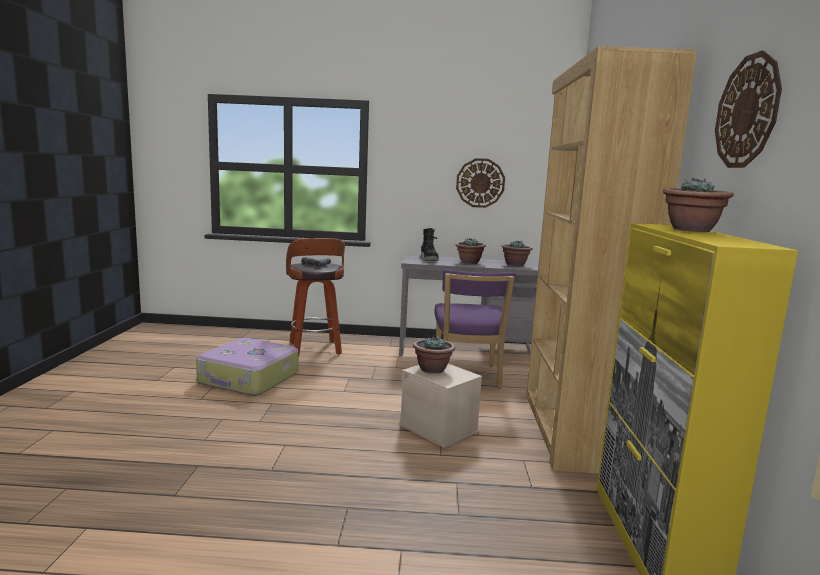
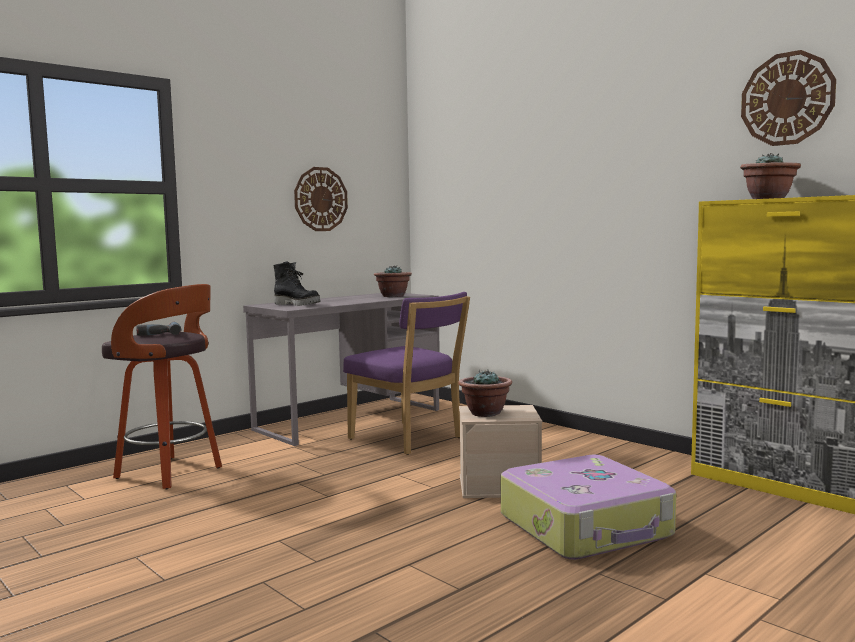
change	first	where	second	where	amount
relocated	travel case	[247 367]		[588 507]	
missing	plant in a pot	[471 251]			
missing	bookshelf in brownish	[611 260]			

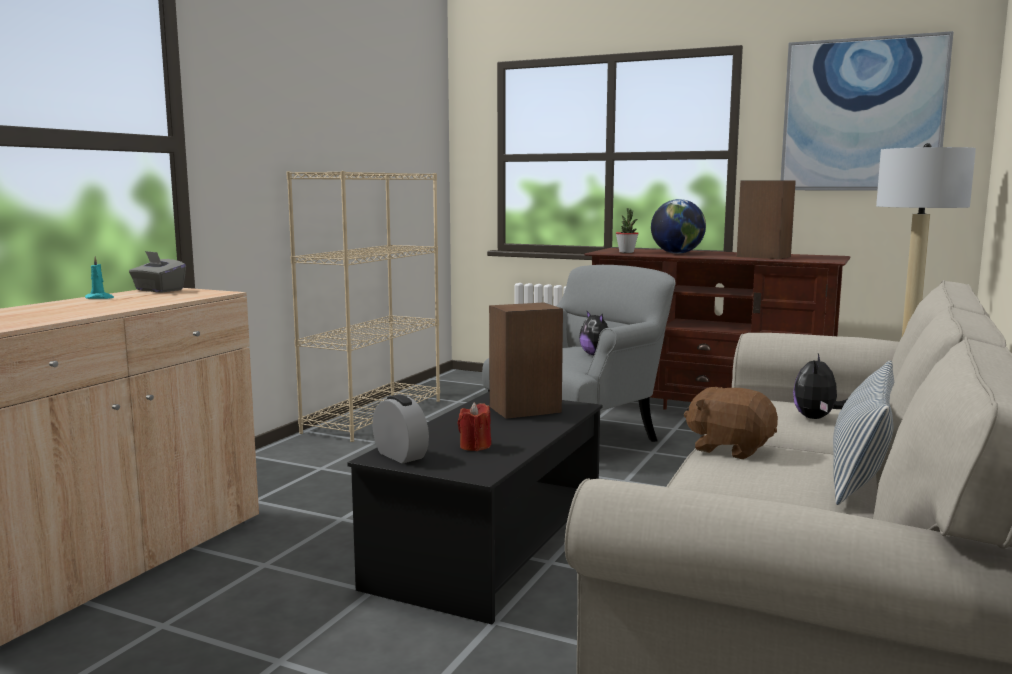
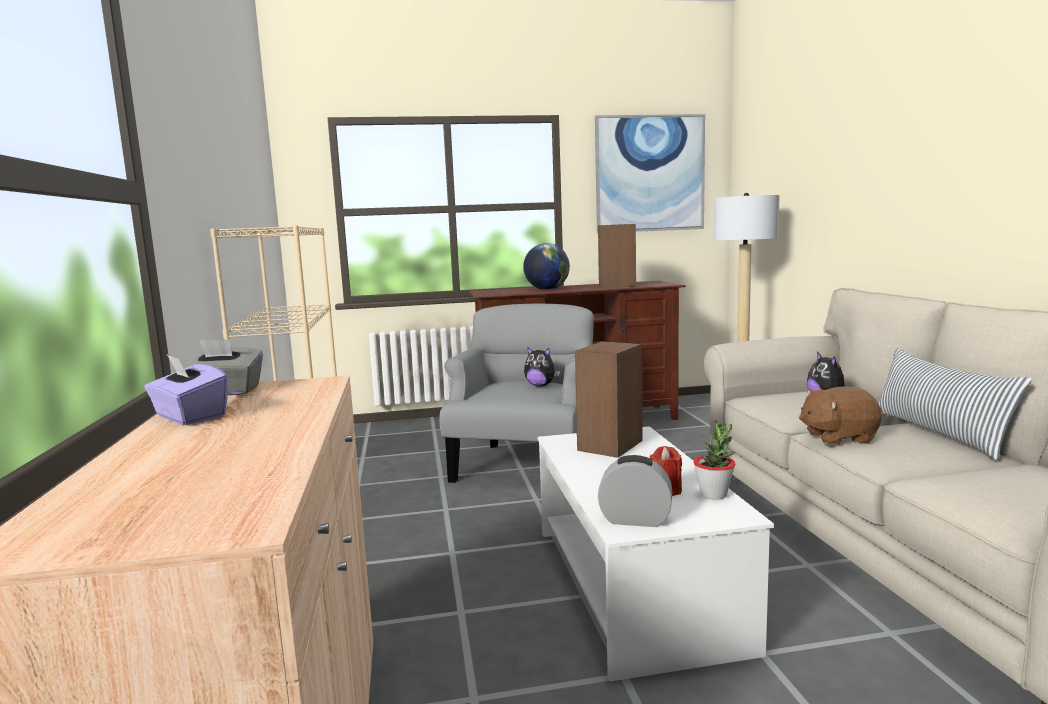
change	first	where	second	where	amount
exchanged	wax candle in turquoise	[99 277]	tissue box in purple-coloured	[186 390]	
colour	low table in blackish	[474 508]	low table in white	[656 554]	
relocated	plant in a pot	[627 230]		[714 459]	

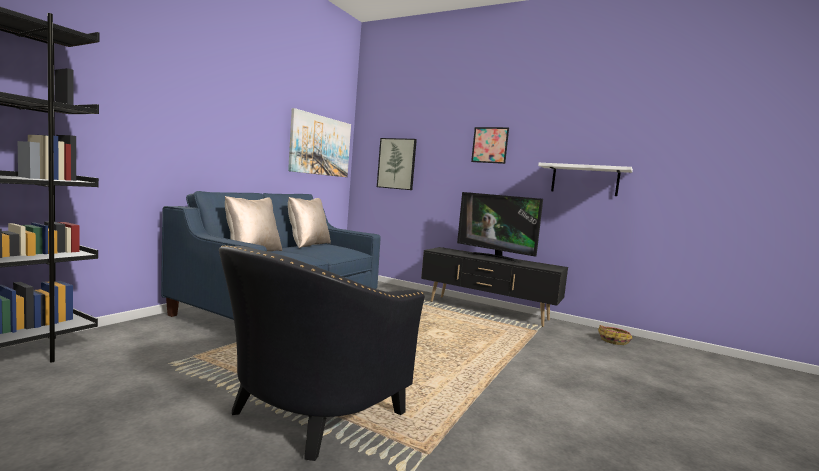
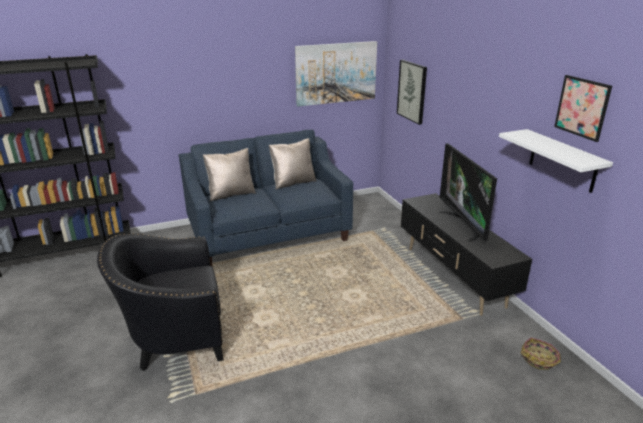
change	first	where	second	where	amount
relocated	wall picture	[490 145]		[583 108]	

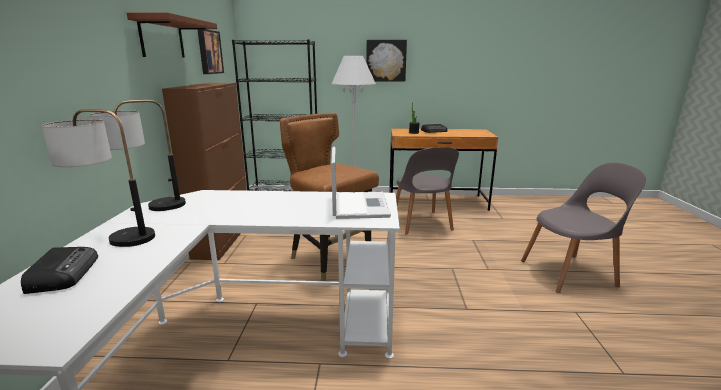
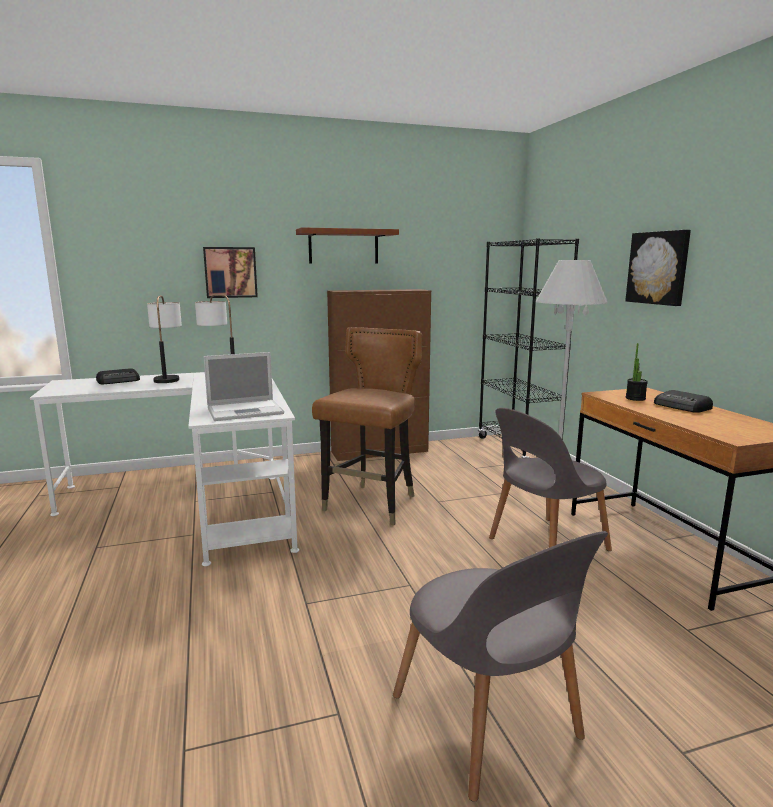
change	first	where	second	where	amount
relocated	wall picture	[210 51]		[230 272]	

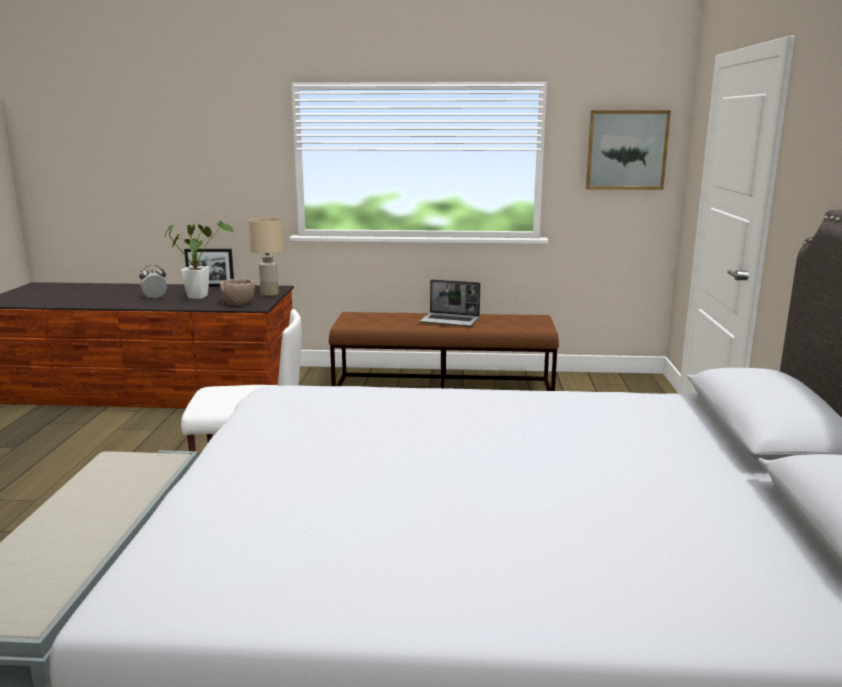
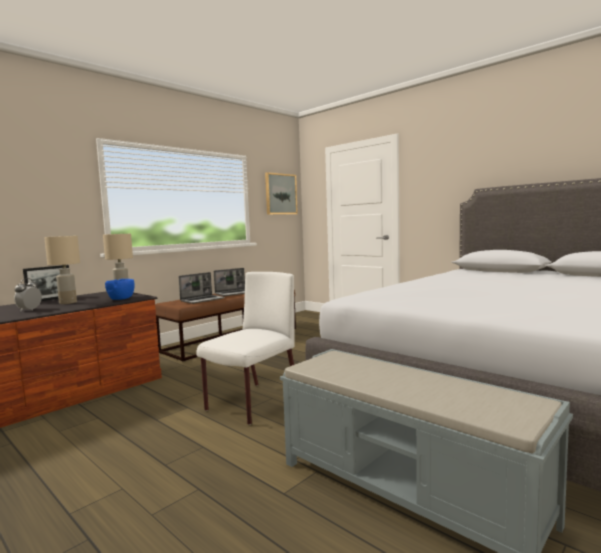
change	first	where	second	where	amount
exchanged	plant in a pot	[199 260]	table lamp in beige	[62 270]	
colour	deep dish in brownish	[237 291]	deep dish in blue-coloured	[120 289]	
appeared			notebook computer	[202 288]	

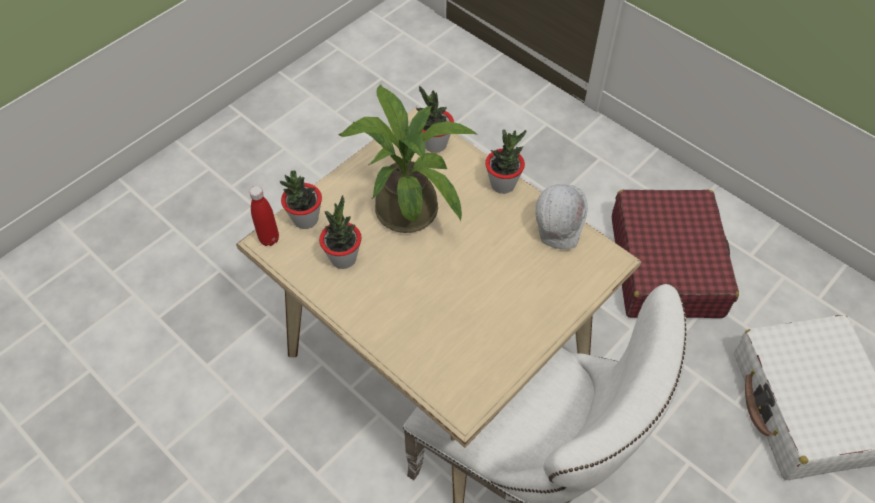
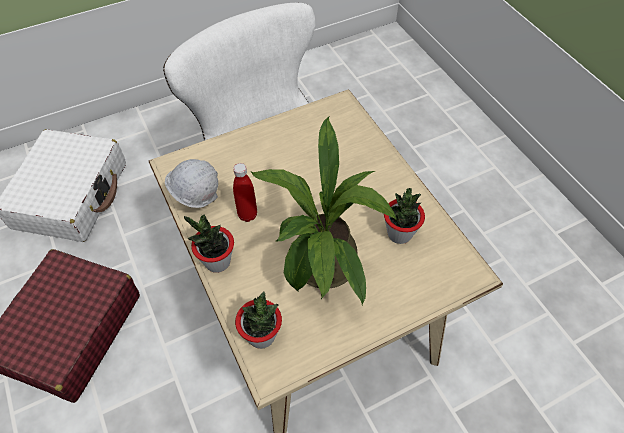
change	first	where	second	where	amount
relocated	bottle in red-coloured	[264 216]		[245 192]	
missing	plant in a pot	[301 199]			

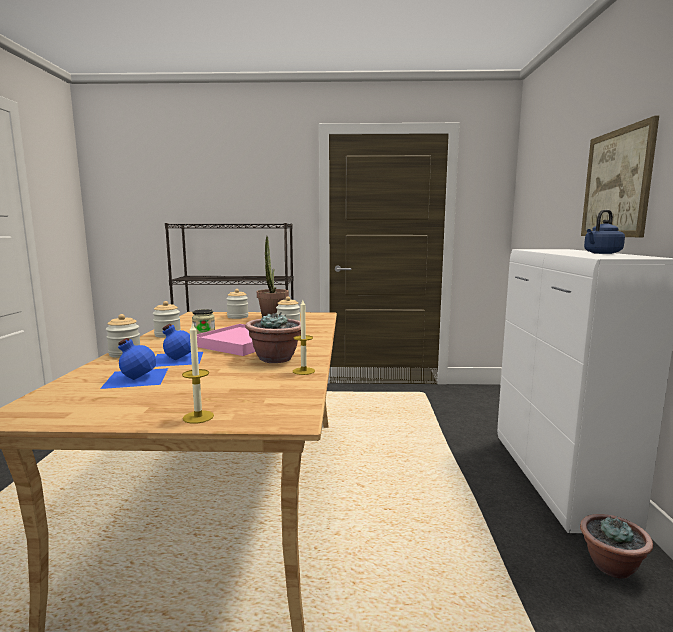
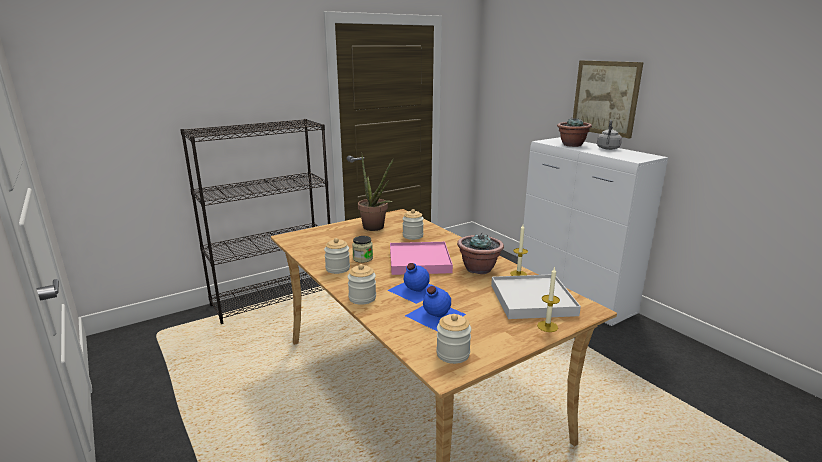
change	first	where	second	where	amount
relocated	preserve jar	[237 304]		[453 339]	
appeared			carrying tray in white	[536 297]	
relocated	plant in a pot	[616 546]		[574 132]	
colour	water kettle in blue-coloured	[604 232]	water kettle in grey	[609 135]	

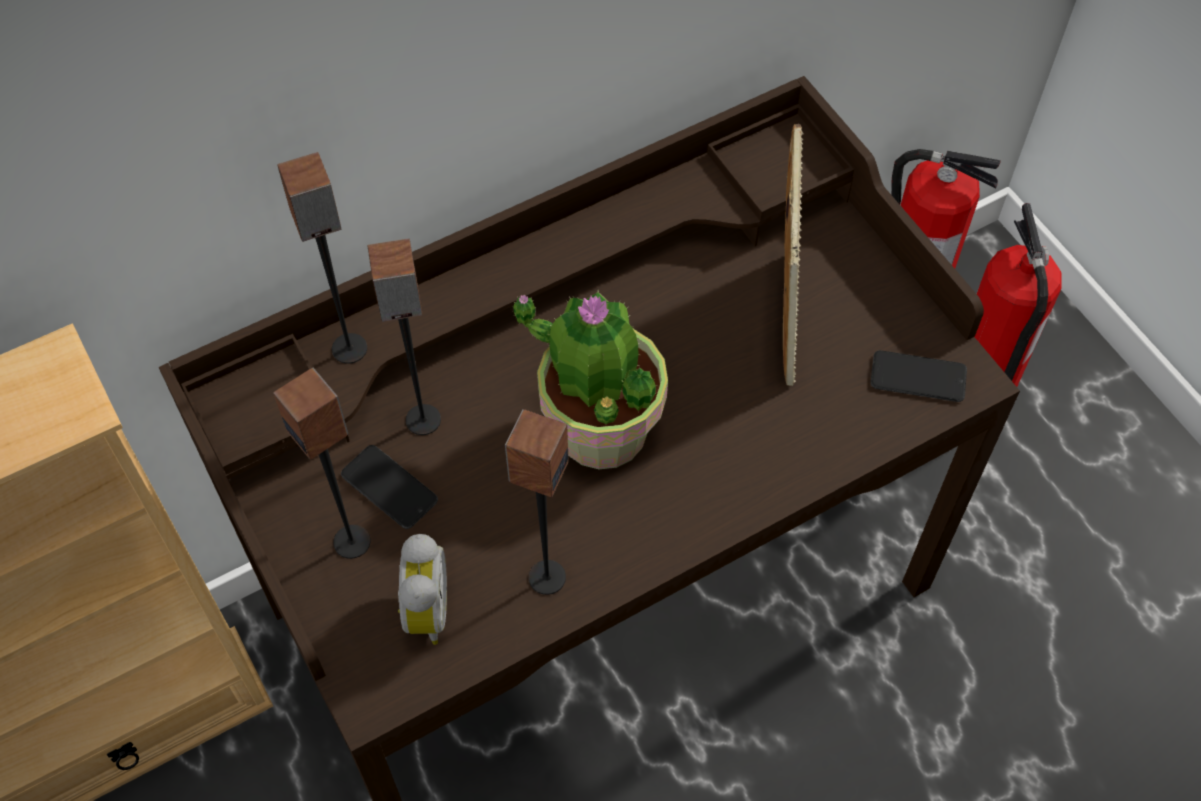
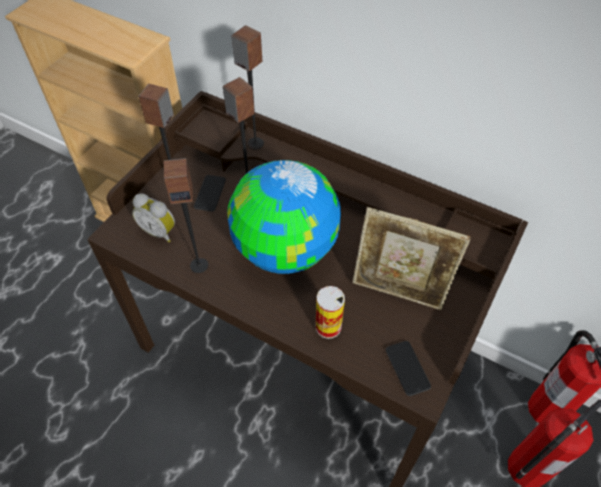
change	first	where	second	where	amount
spun	alarm clock	[422 589]		[153 217]	60 degrees clockwise
exchanged	plant in a pot	[590 379]	world globe	[284 217]	
appeared			can	[330 312]	
spun	picture frame	[793 255]		[412 258]	45 degrees clockwise

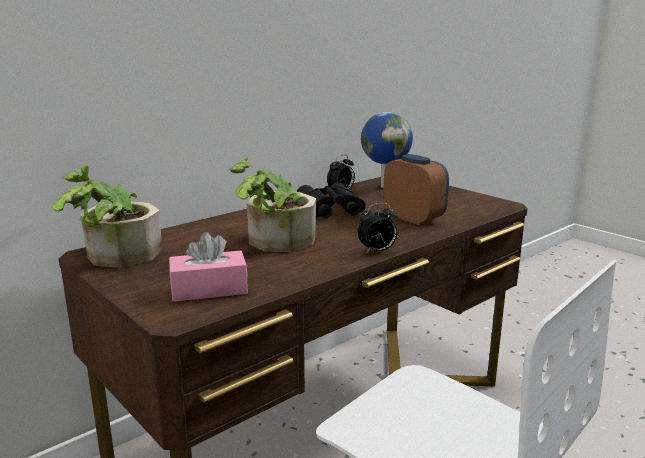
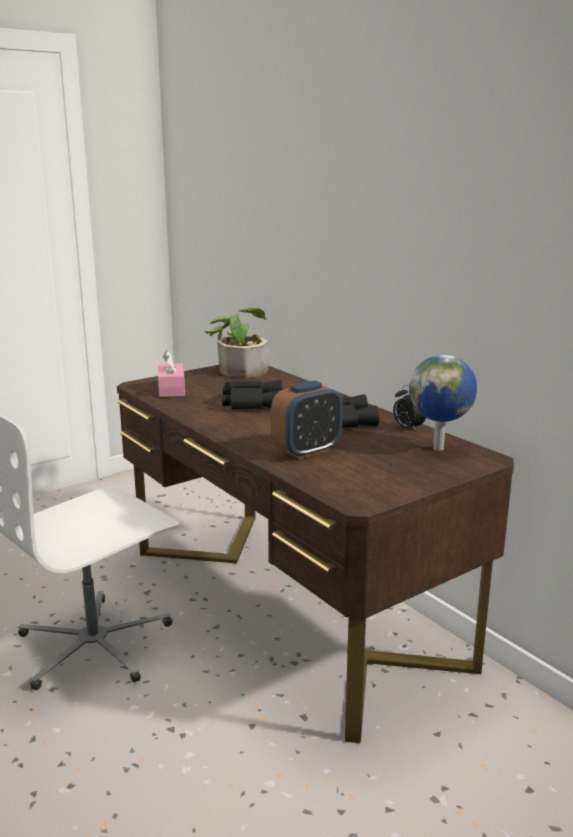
change	first	where	second	where	amount
exchanged	plant in a pot	[273 205]	field glasses in blackish	[252 395]	
missing	alarm clock	[377 228]			

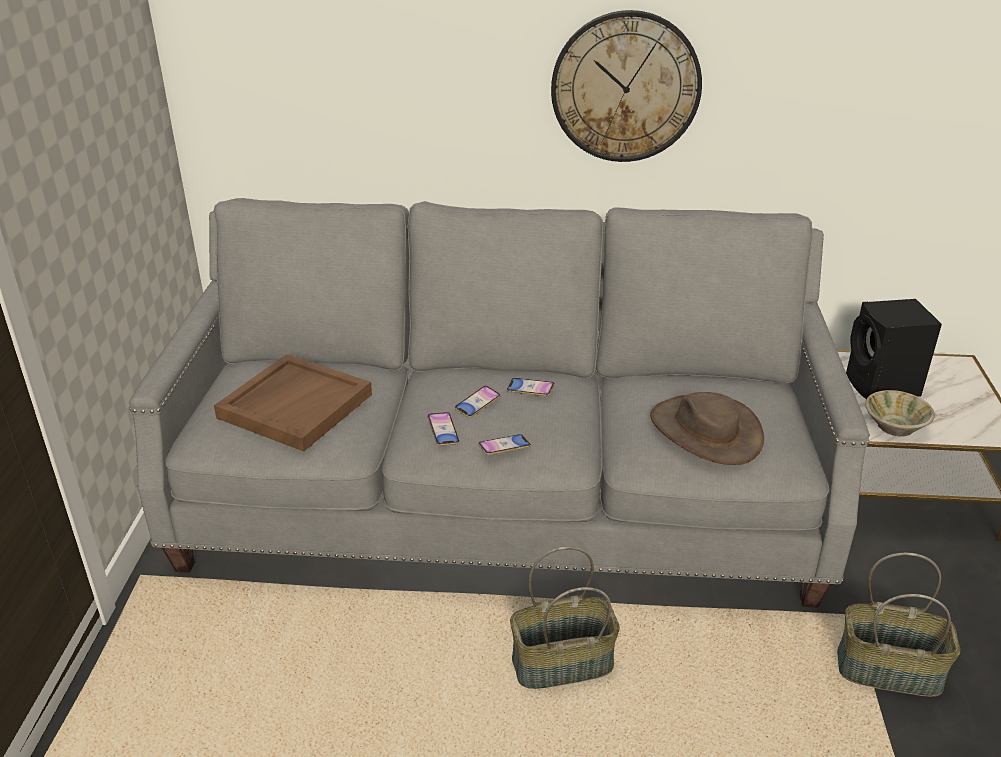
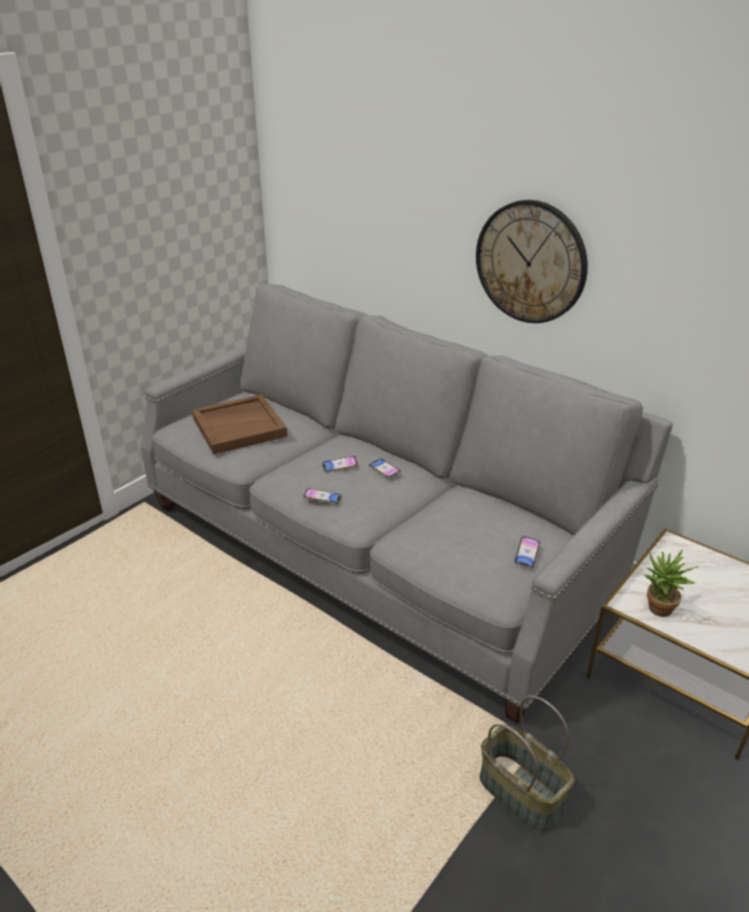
change	first	where	second	where	amount
relocated	phone	[443 429]		[527 552]	
exchanged	deep dish in beige	[900 413]	plant in a pot	[672 583]	
missing	household basket	[565 617]			
missing	hat in brownish	[707 428]			
missing	loudspeaker in blackish	[894 349]			

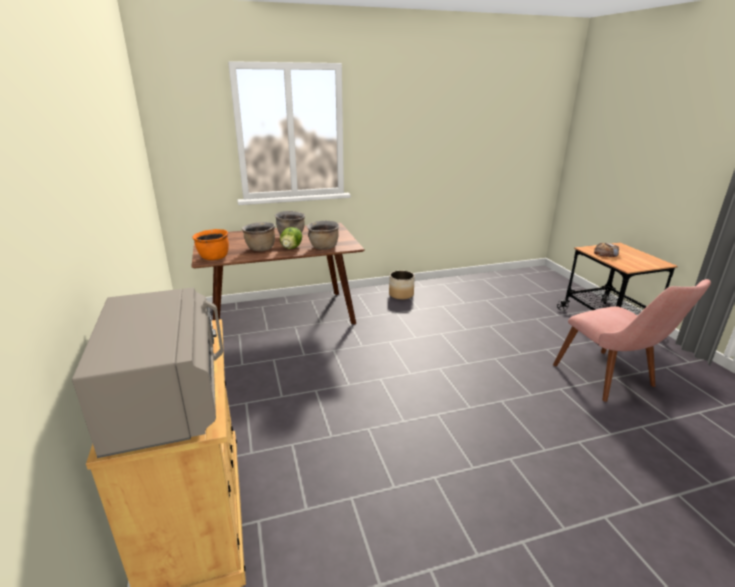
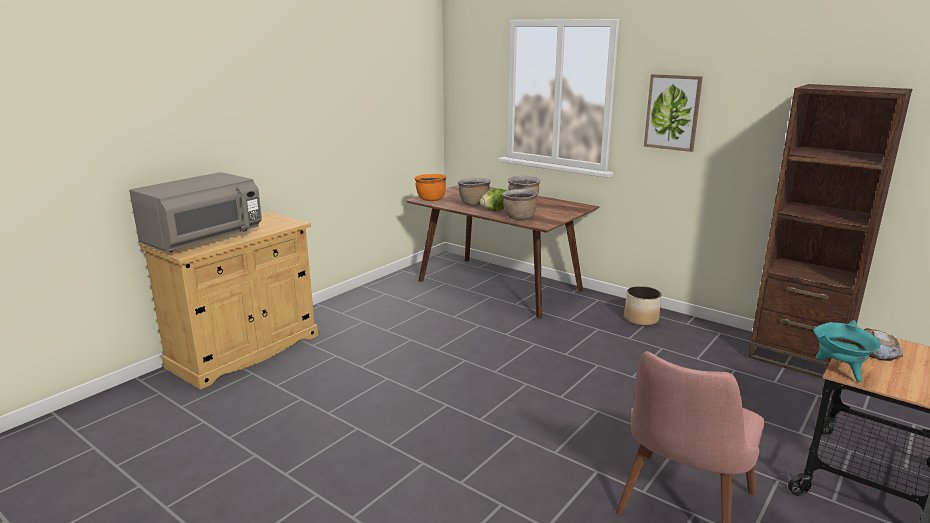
change	first	where	second	where	amount
appeared			wall picture	[673 113]	
appeared			bookshelf in brownish	[830 231]	
appeared			cooking pot in turquoise	[847 351]	

